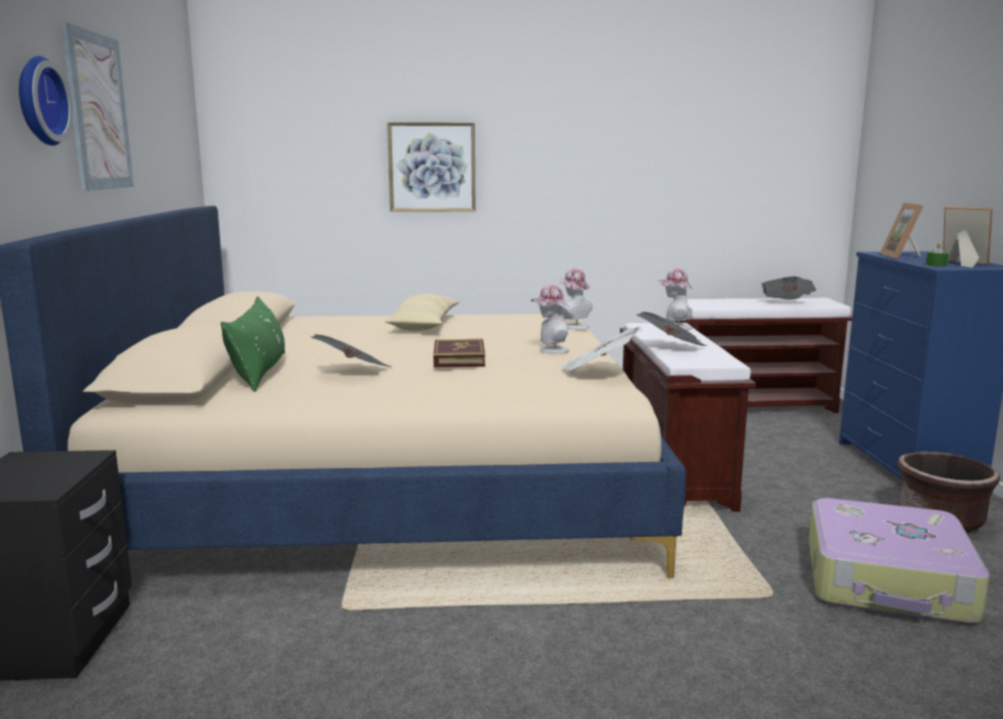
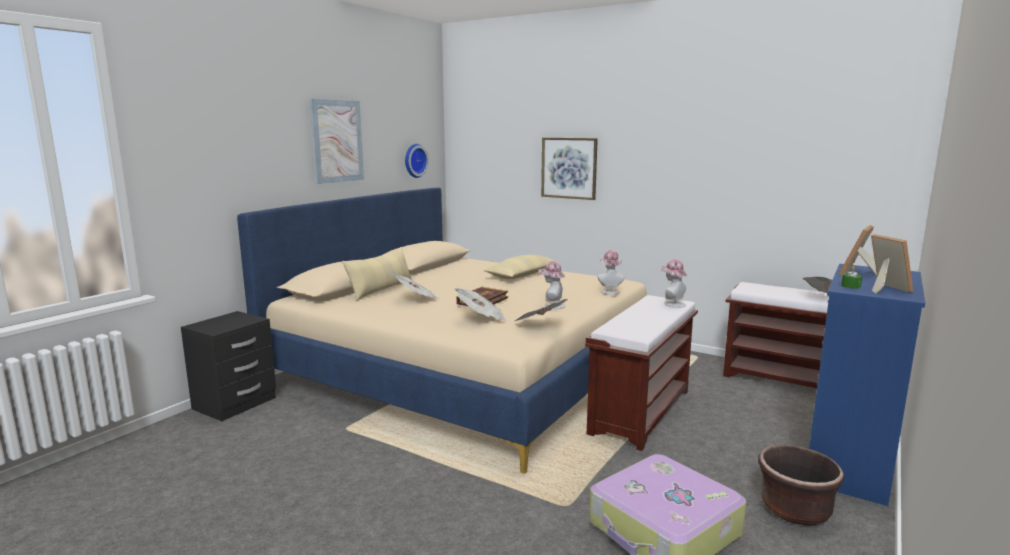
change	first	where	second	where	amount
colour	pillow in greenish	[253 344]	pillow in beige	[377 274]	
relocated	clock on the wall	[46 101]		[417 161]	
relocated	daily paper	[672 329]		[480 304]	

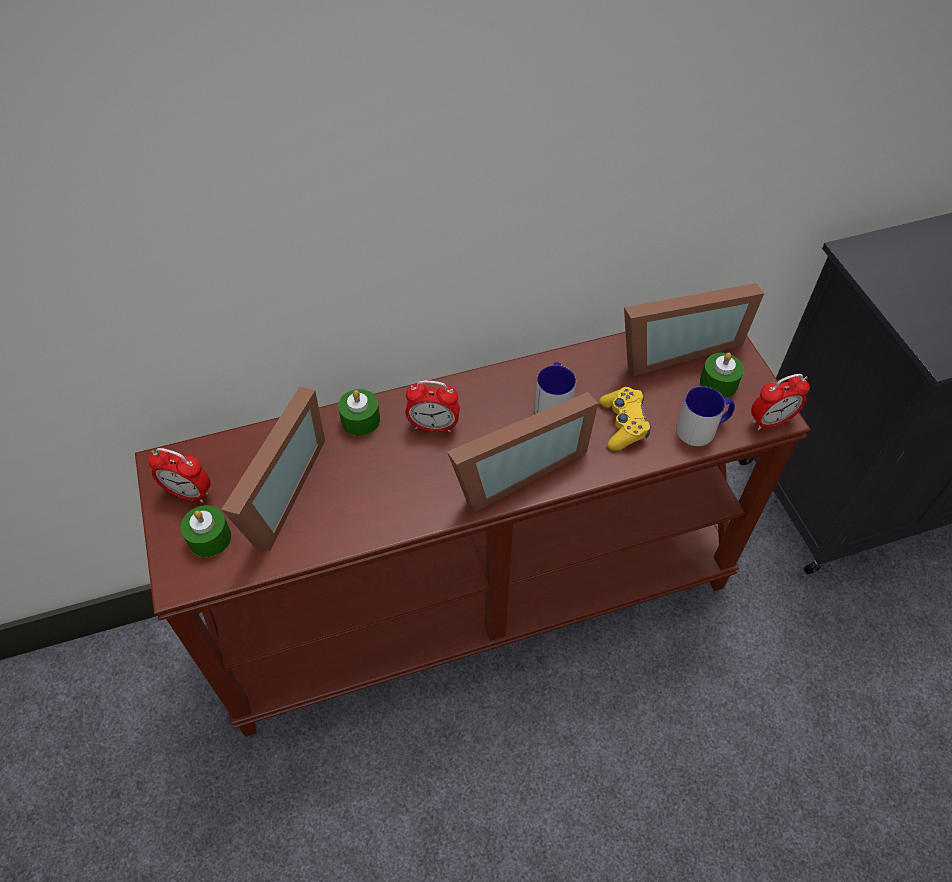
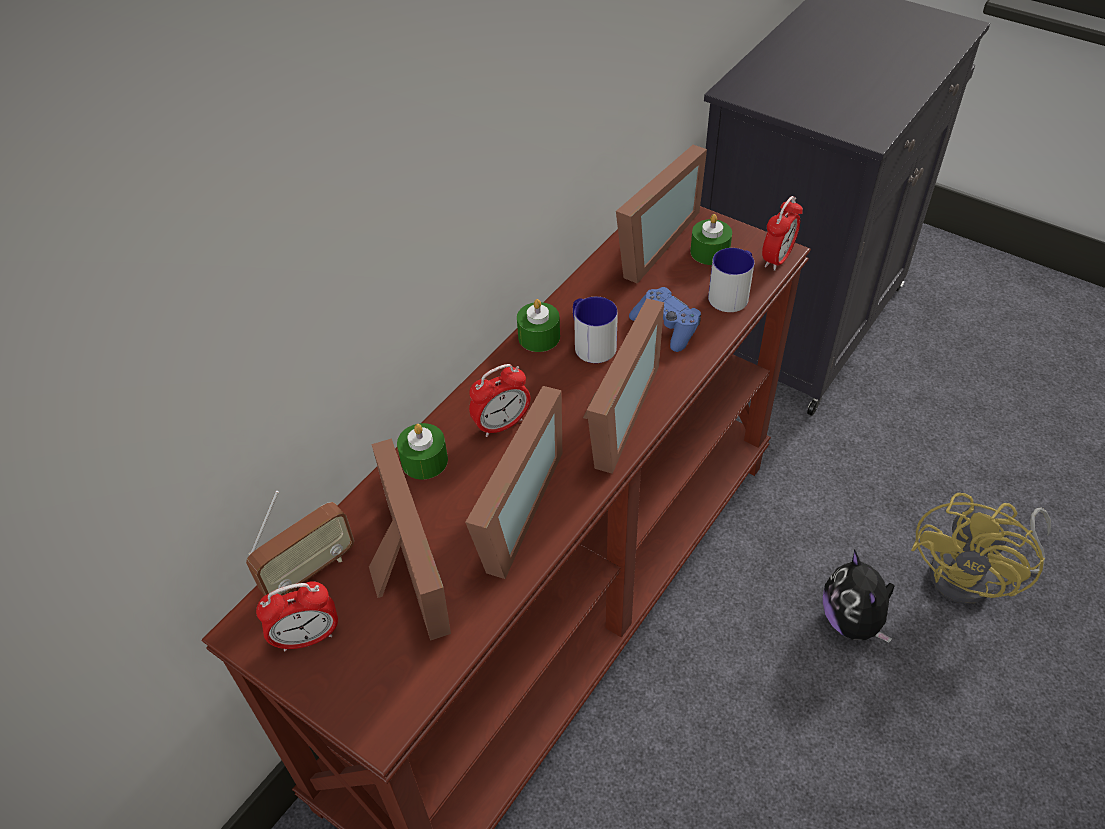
change	first	where	second	where	amount
appeared			radio receiver	[300 543]	
appeared			picture frame	[513 482]	
relocated	wax candle in greenish	[205 531]		[538 325]	
colour	gamepad in yellowish	[625 419]	gamepad in blue-coloured	[665 319]	
appeared			plush toy	[859 595]	
appeared			cooling fan in yellowish	[981 548]	

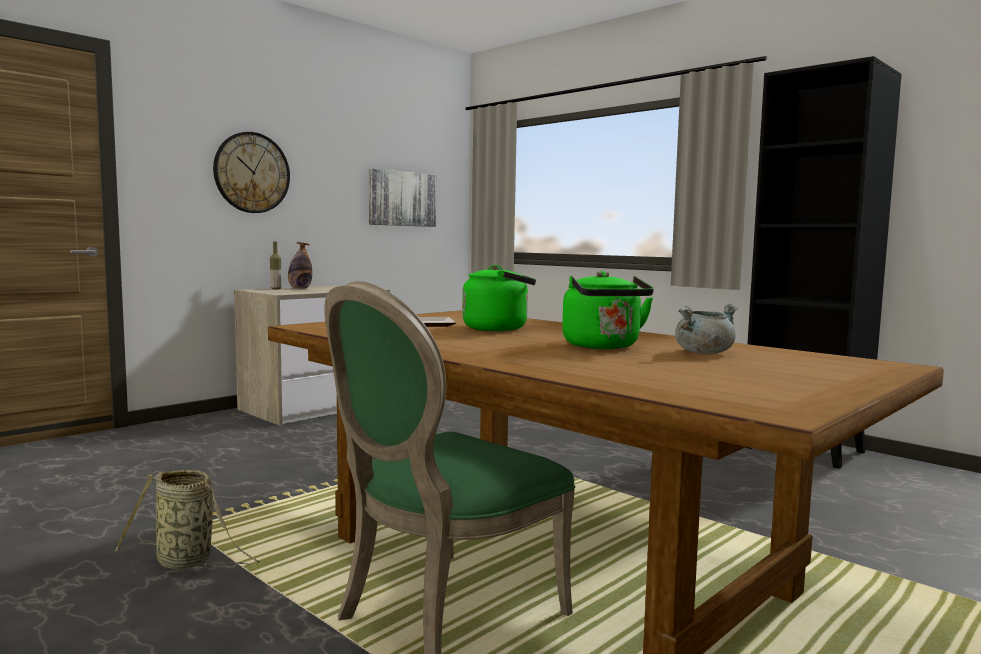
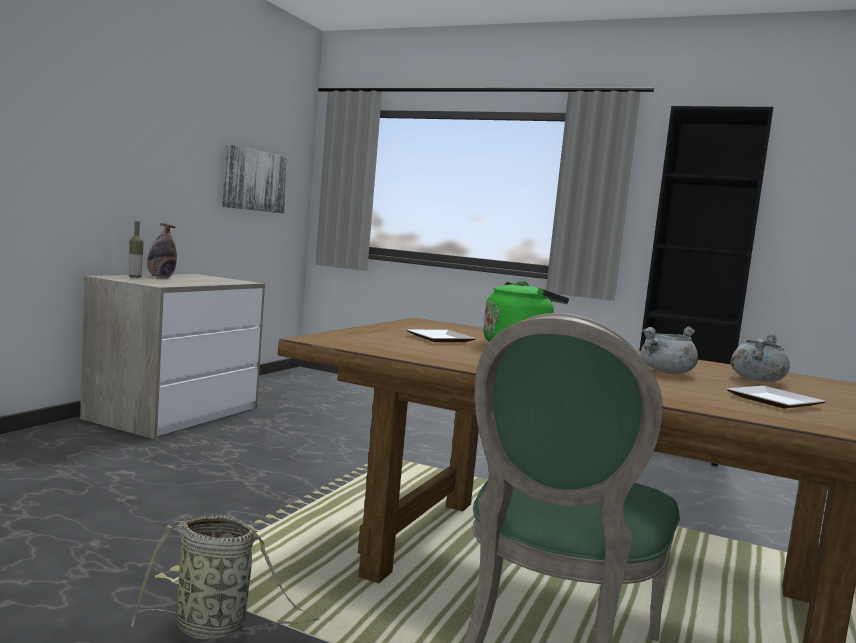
change	first	where	second	where	amount
exchanged	water kettle in greenish	[608 310]	cooking pot in grey	[669 350]	
appeared			flat dish	[776 397]	
missing	clock on the wall	[251 172]			

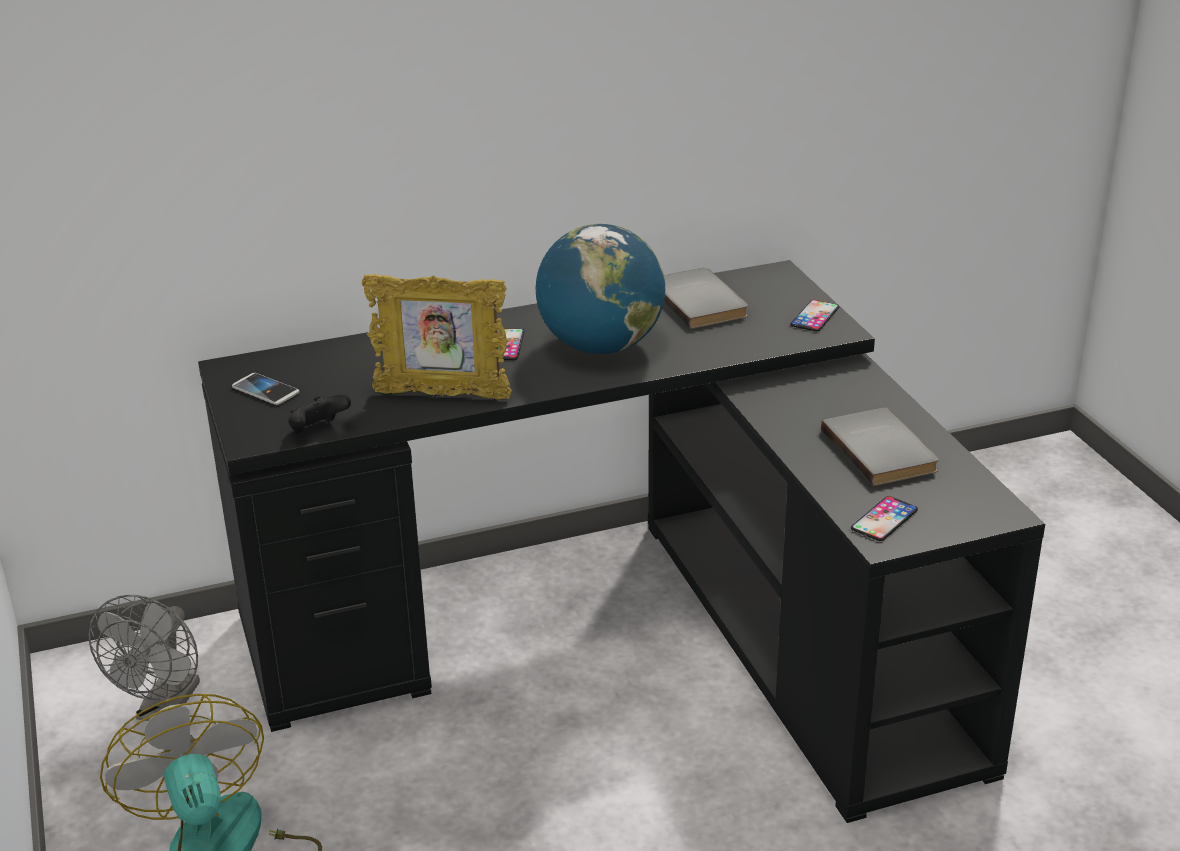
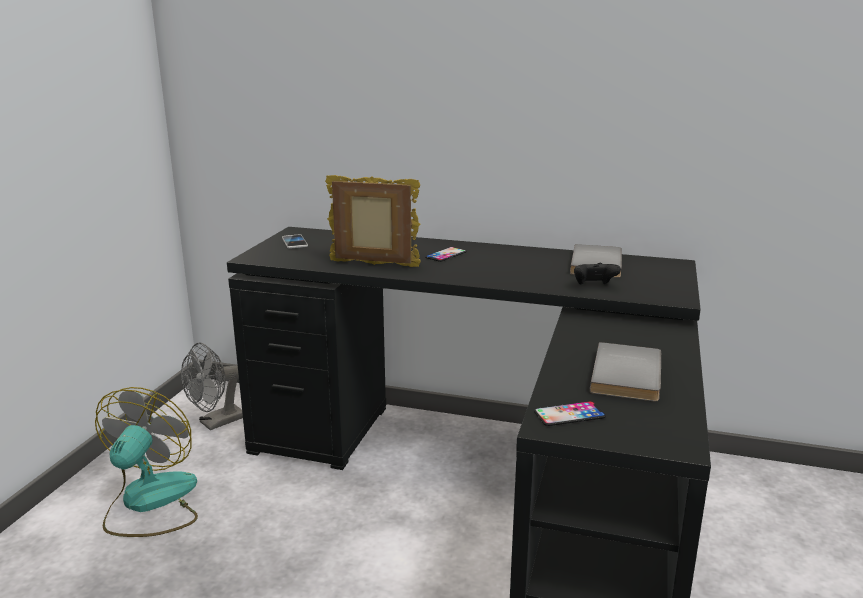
change	first	where	second	where	amount
spun	picture frame	[437 336]		[373 221]	150 degrees clockwise
relocated	gamepad in blackish	[319 414]		[597 274]	
missing	world globe	[600 289]			
missing	phone	[814 315]			

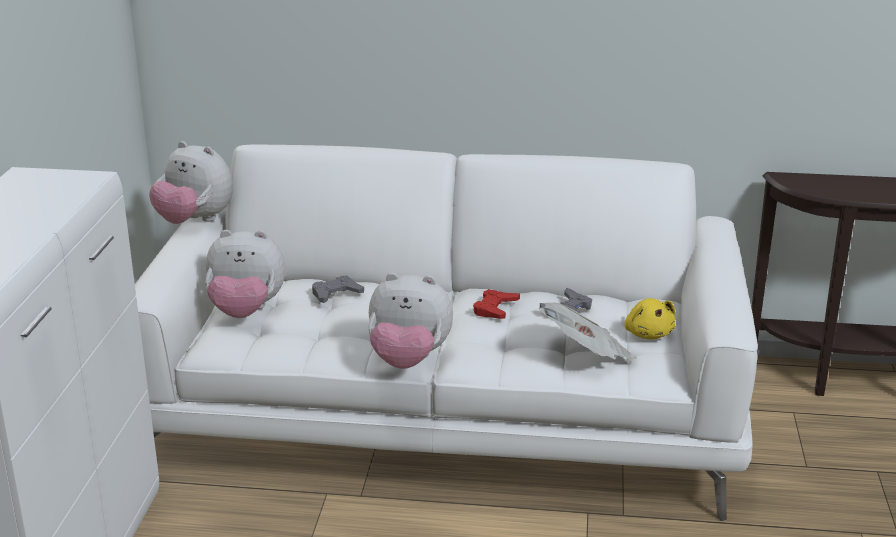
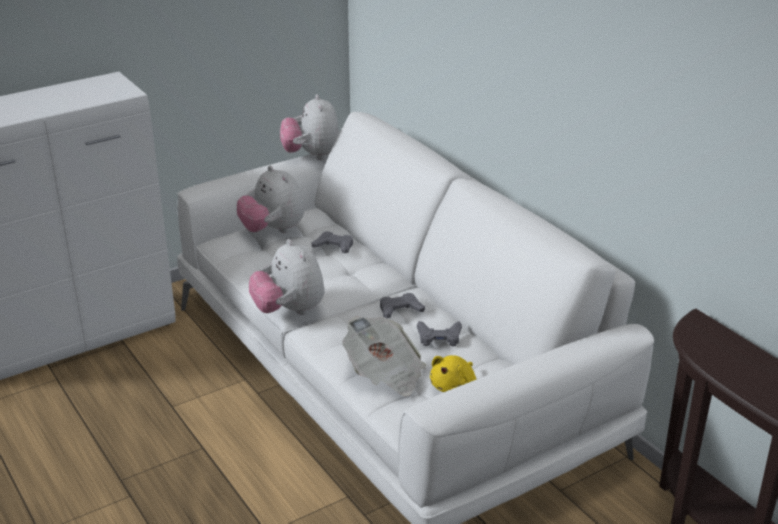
change	first	where	second	where	amount
colour	gamepad in red-coloured	[496 304]	gamepad in grey	[402 306]	

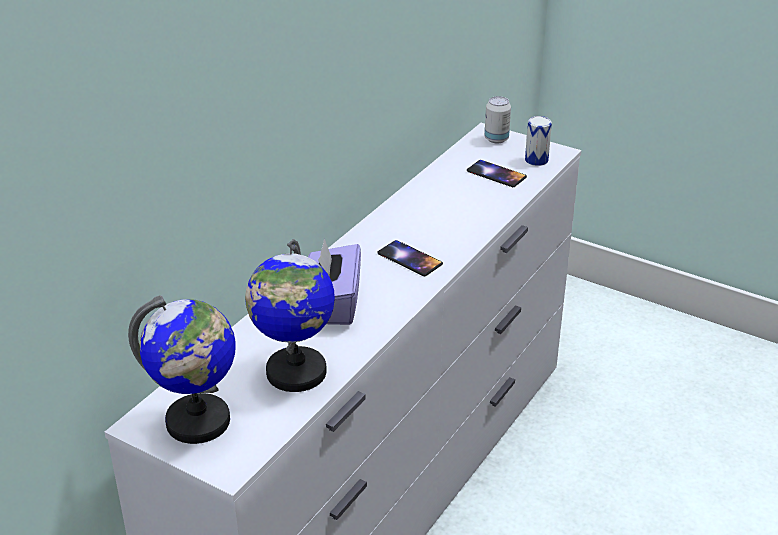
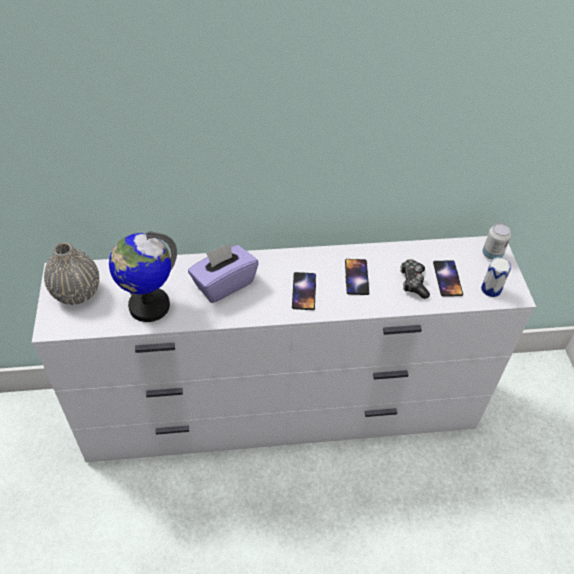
change	first	where	second	where	amount
exchanged	world globe	[182 369]	flower vase in grey	[71 273]	
appeared			phone	[357 277]	
appeared			gamepad	[415 279]	

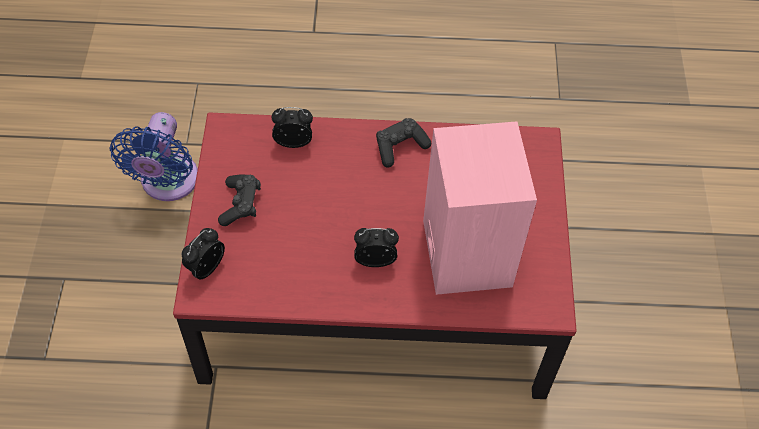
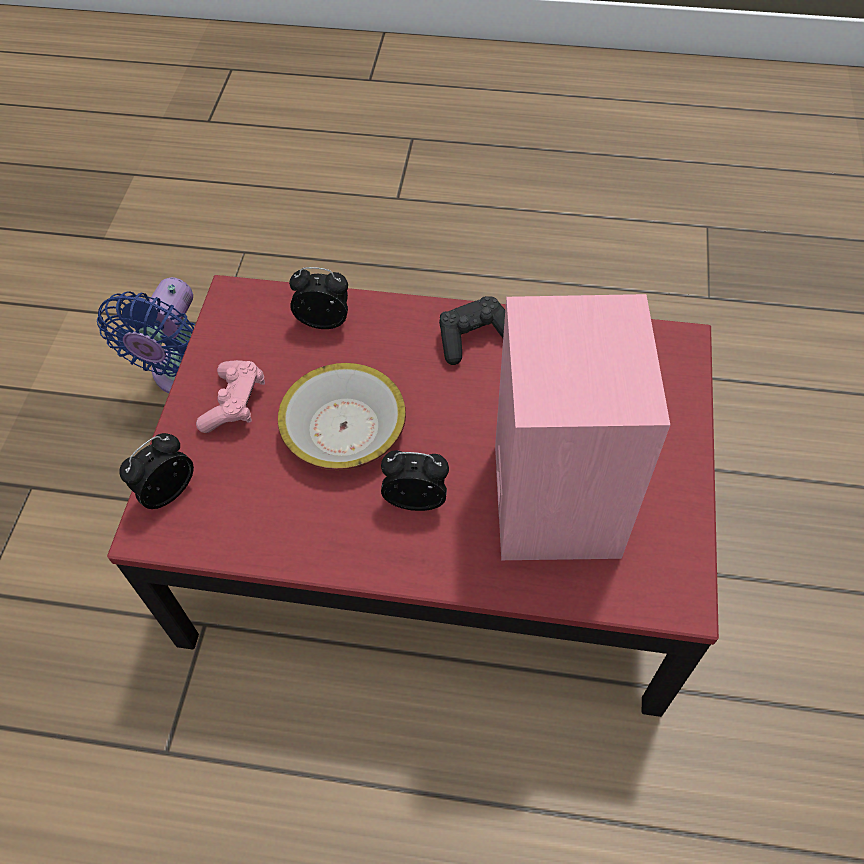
change	first	where	second	where	amount
colour	gamepad in blackish	[239 200]	gamepad in pink-coloured	[230 396]	
appeared			deep dish	[342 416]	

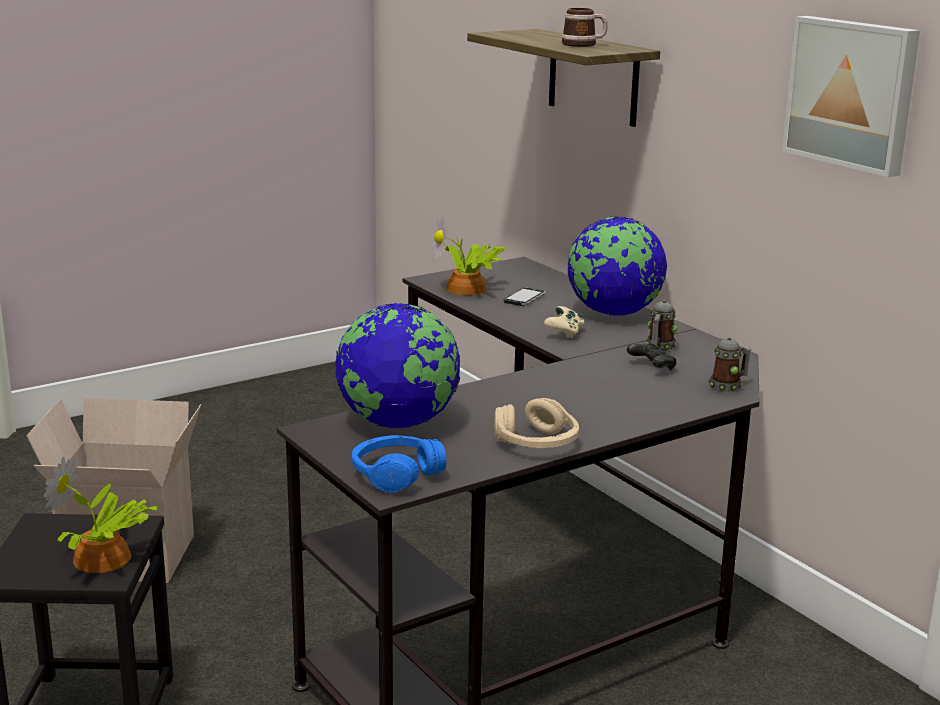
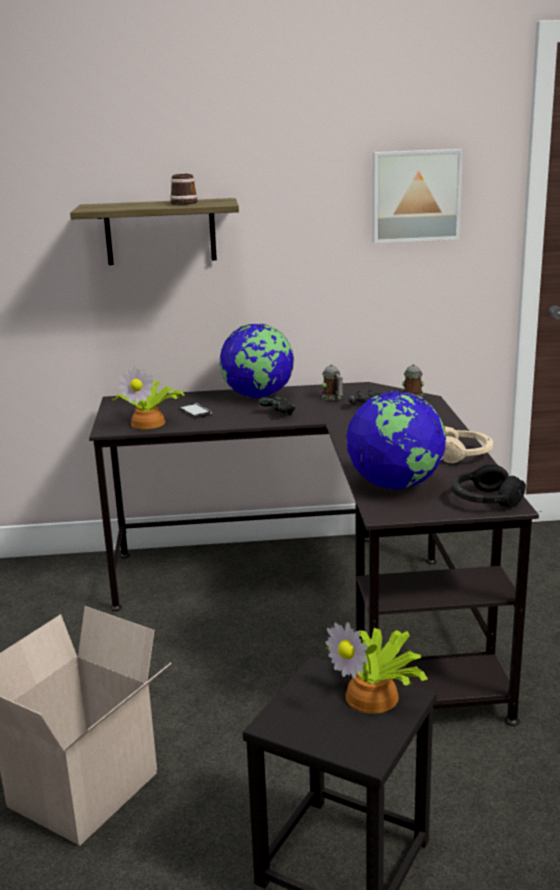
change	first	where	second	where	amount
colour	gamepad in beige	[564 322]	gamepad in blackish	[276 406]	
colour	headset in blue-coloured	[399 464]	headset in blackish	[488 485]	

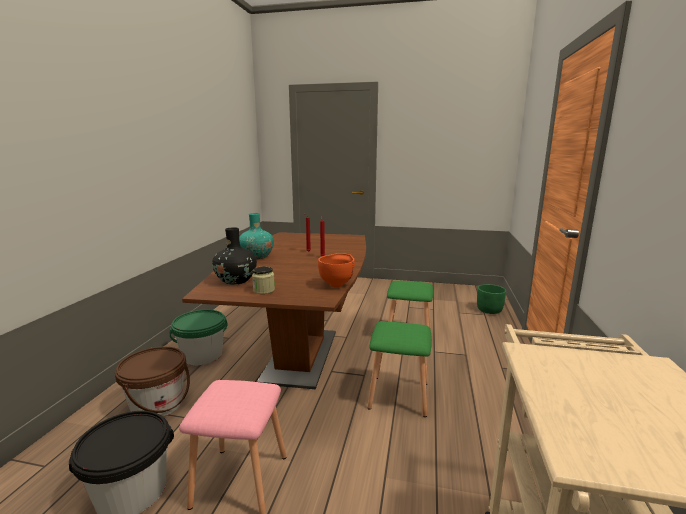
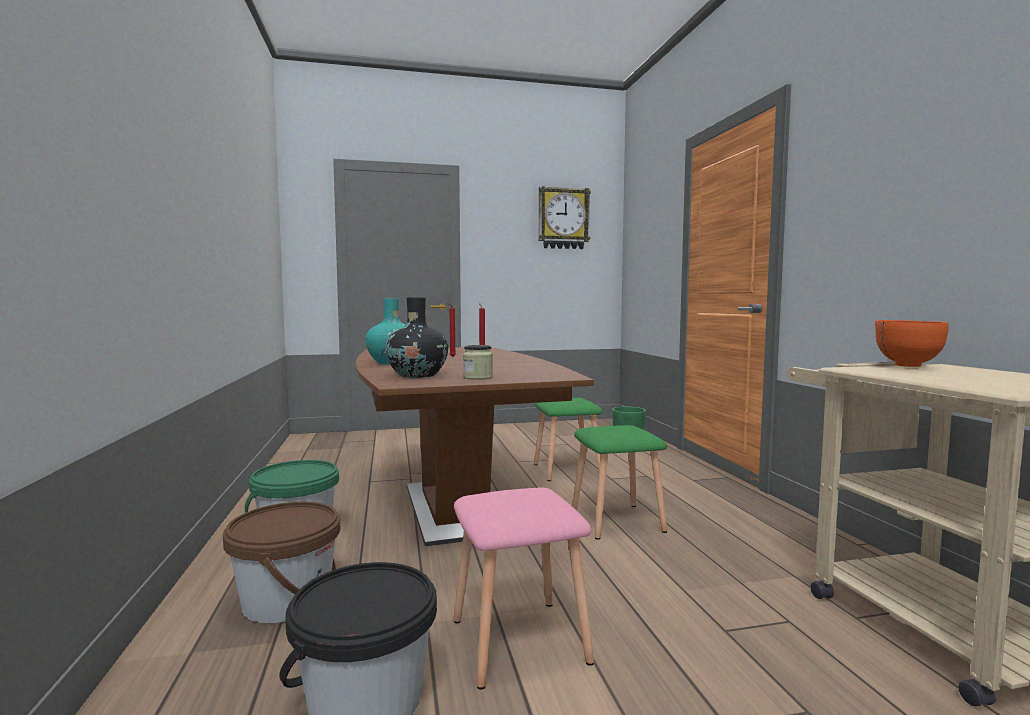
change	first	where	second	where	amount
appeared			clock on the wall	[565 217]	
relocated	deep dish in orangey	[336 270]		[911 343]	

